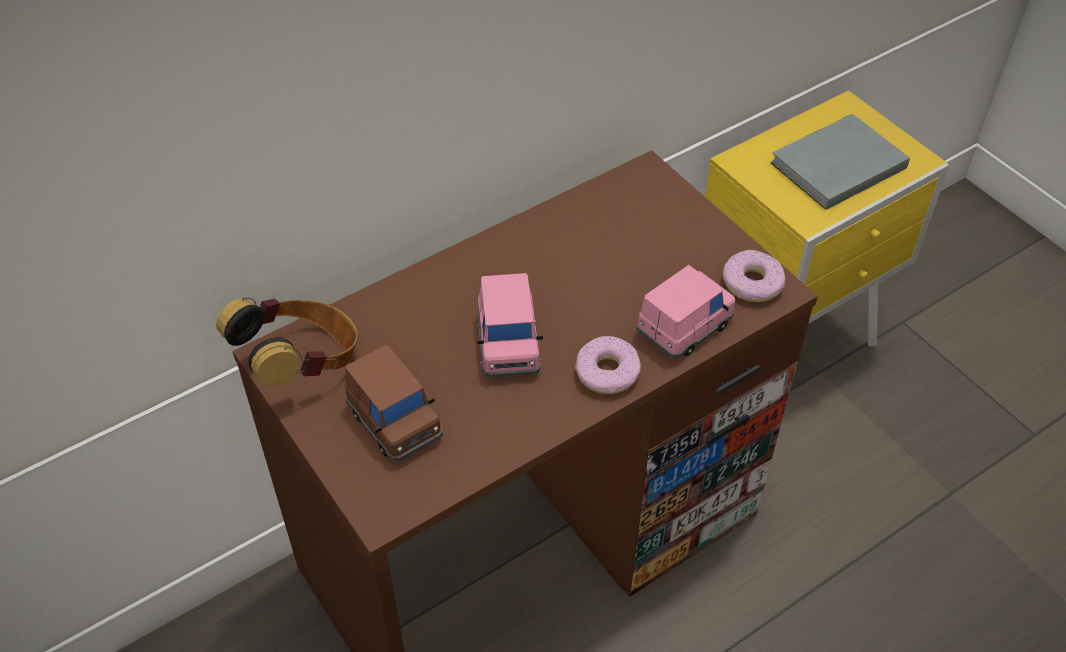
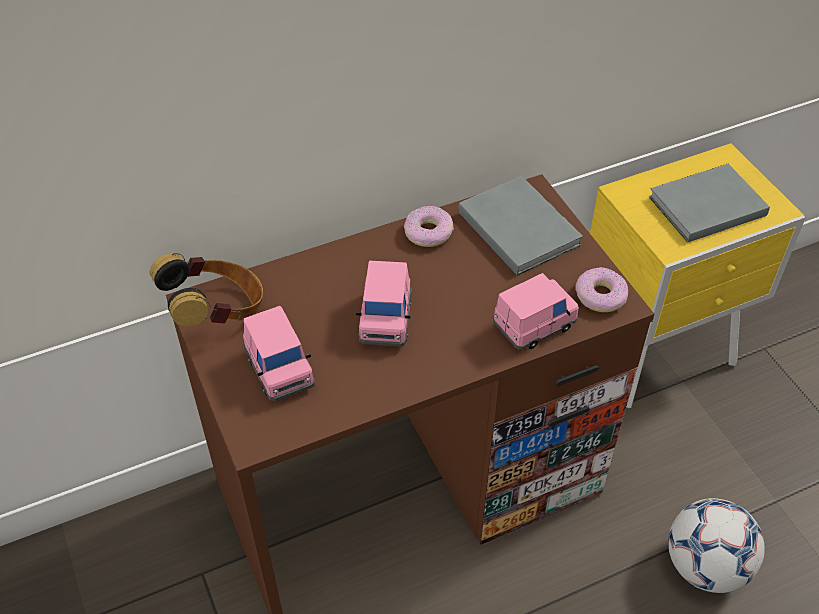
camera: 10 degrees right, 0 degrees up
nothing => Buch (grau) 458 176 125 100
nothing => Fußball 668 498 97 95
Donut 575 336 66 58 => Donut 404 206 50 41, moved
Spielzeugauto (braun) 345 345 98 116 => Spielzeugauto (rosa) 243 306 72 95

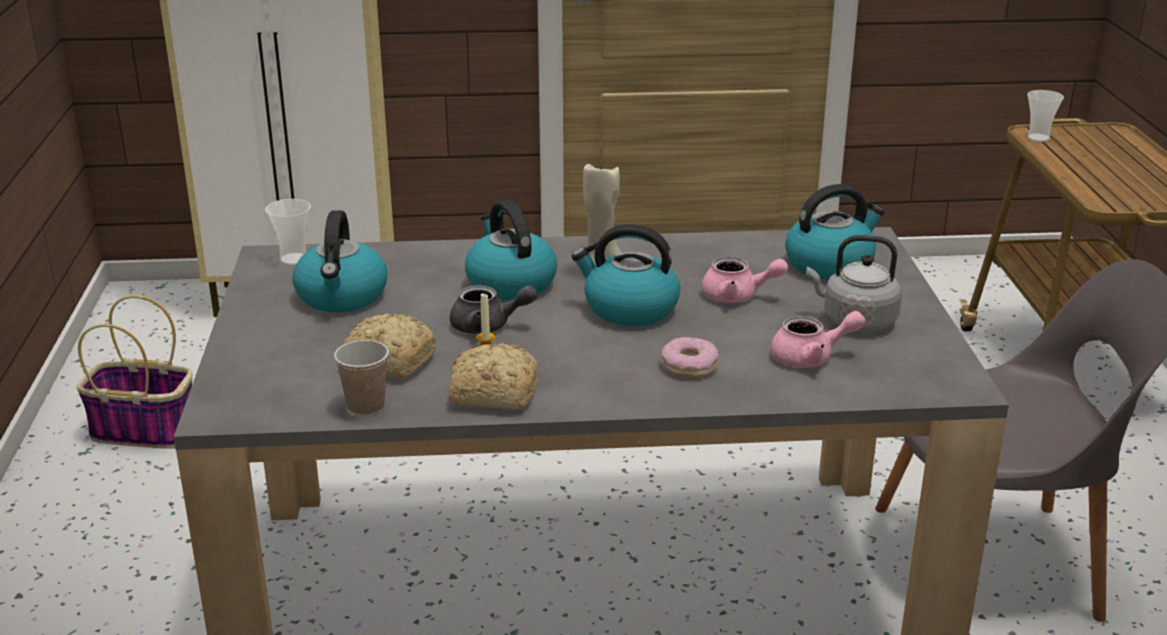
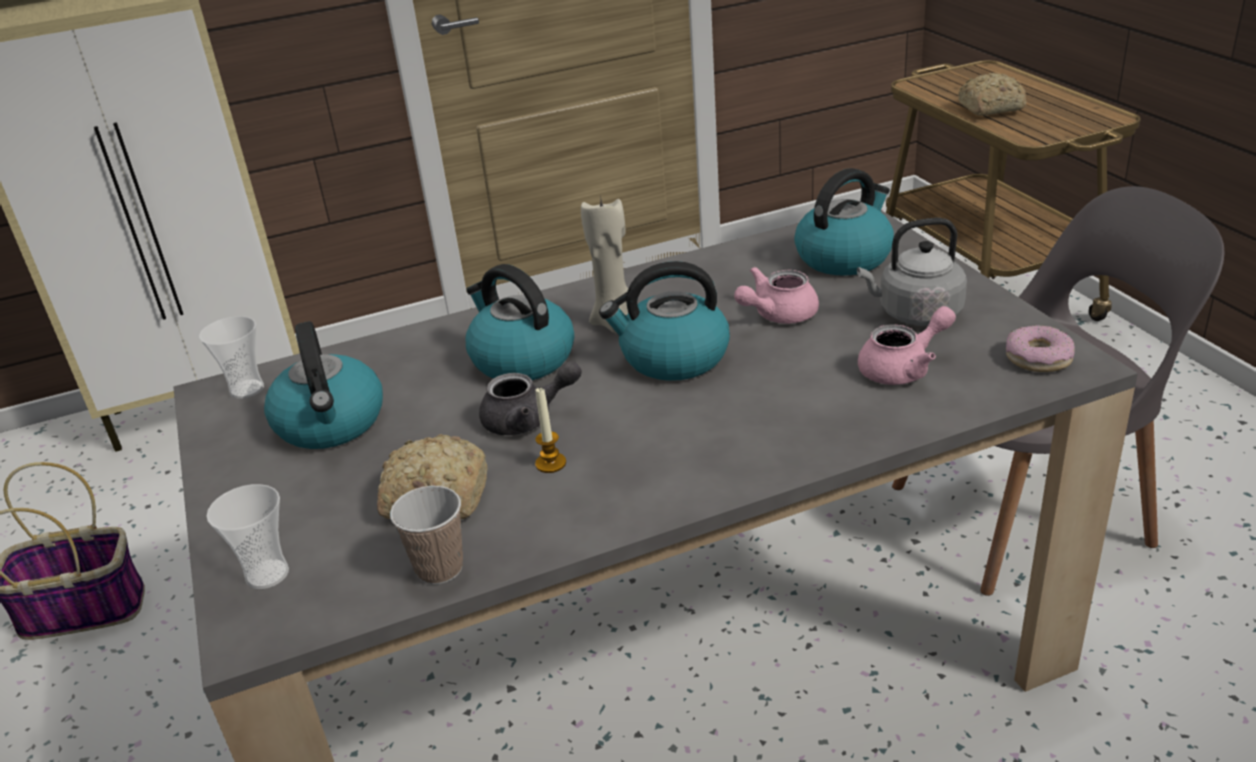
camera: 15 degrees left, 5 degrees up
Brot 449 343 89 67 => Brot 958 73 68 43, moved
Donut 661 337 58 41 => Donut 1006 325 69 47, moved
Tasse 1027 90 37 52 => Tasse 206 484 83 105, moved
Teekanne (rosa) 701 257 87 46 => Teekanne (rosa) 734 267 85 57, 150 degrees clockwise

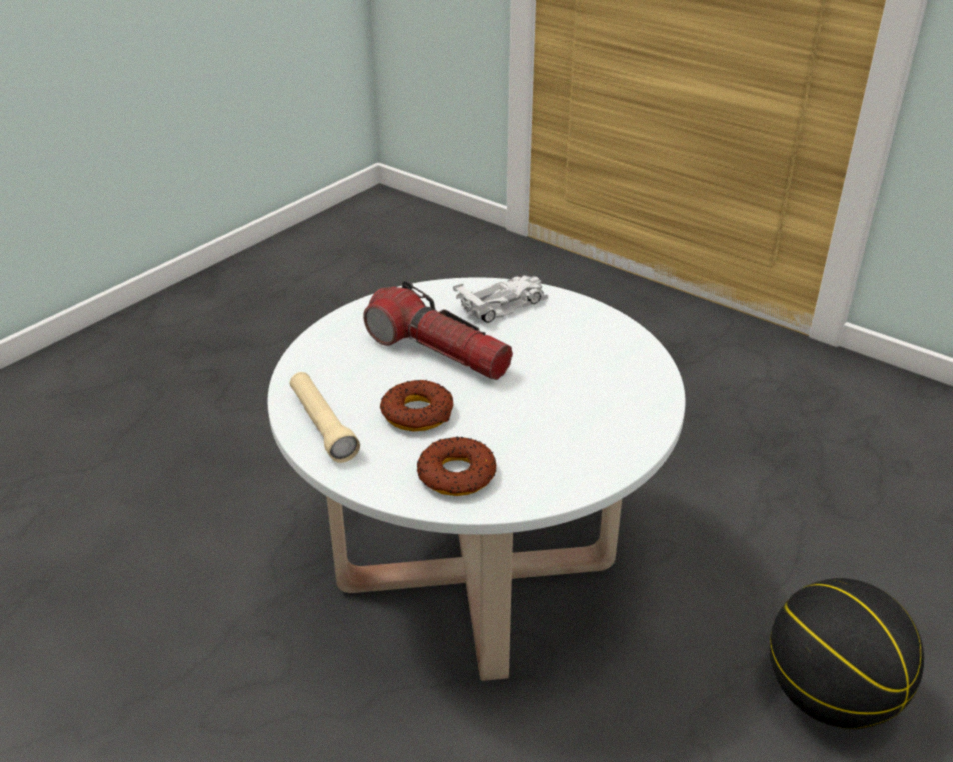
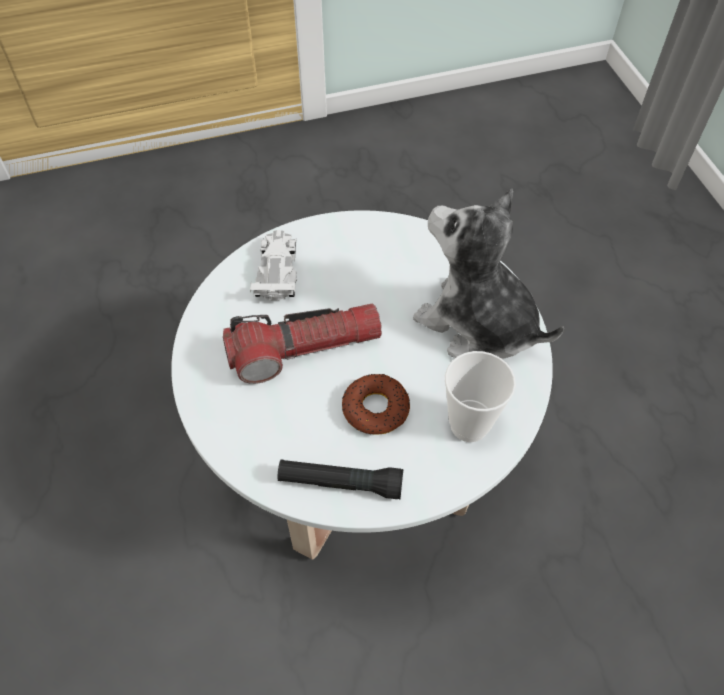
camera: 55 degrees left, 20 degrees up
Basketball 769 578 155 151 => nothing
nothing => Plüschtier 413 189 151 171
Donut 417 437 79 59 => Tasse 445 351 71 91
Taschenlampe (beige) 290 372 70 91 => Taschenlampe (schwarz) 278 460 125 39

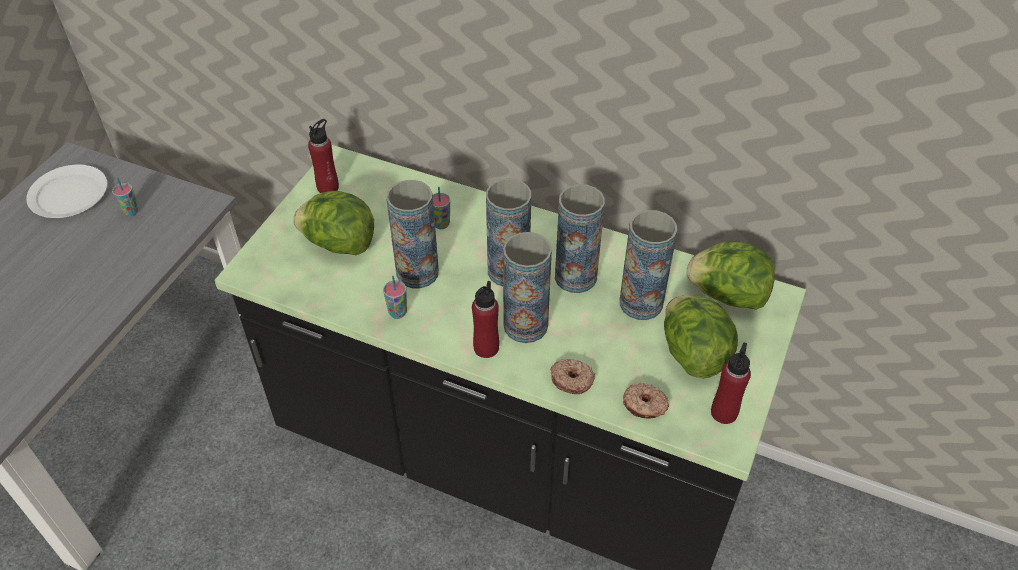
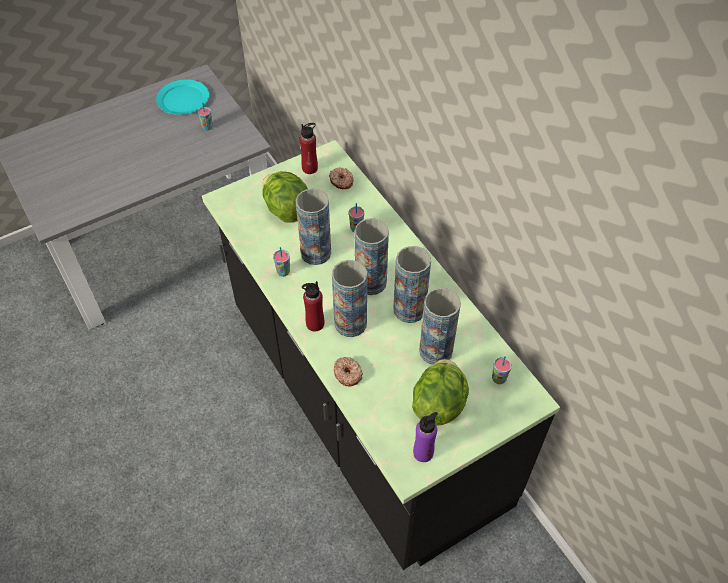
camera: 35 degrees right, 5 degrees up
Donut 623 383 46 36 => Donut 329 167 25 22, moved
Salatkopf 687 241 88 69 => Tasse 492 356 20 28
Teller (weiß) 26 165 81 53 => Teller (türkis) 156 79 53 36
Flasche (rot) 711 342 40 82 => Flasche (lila) 413 412 25 50

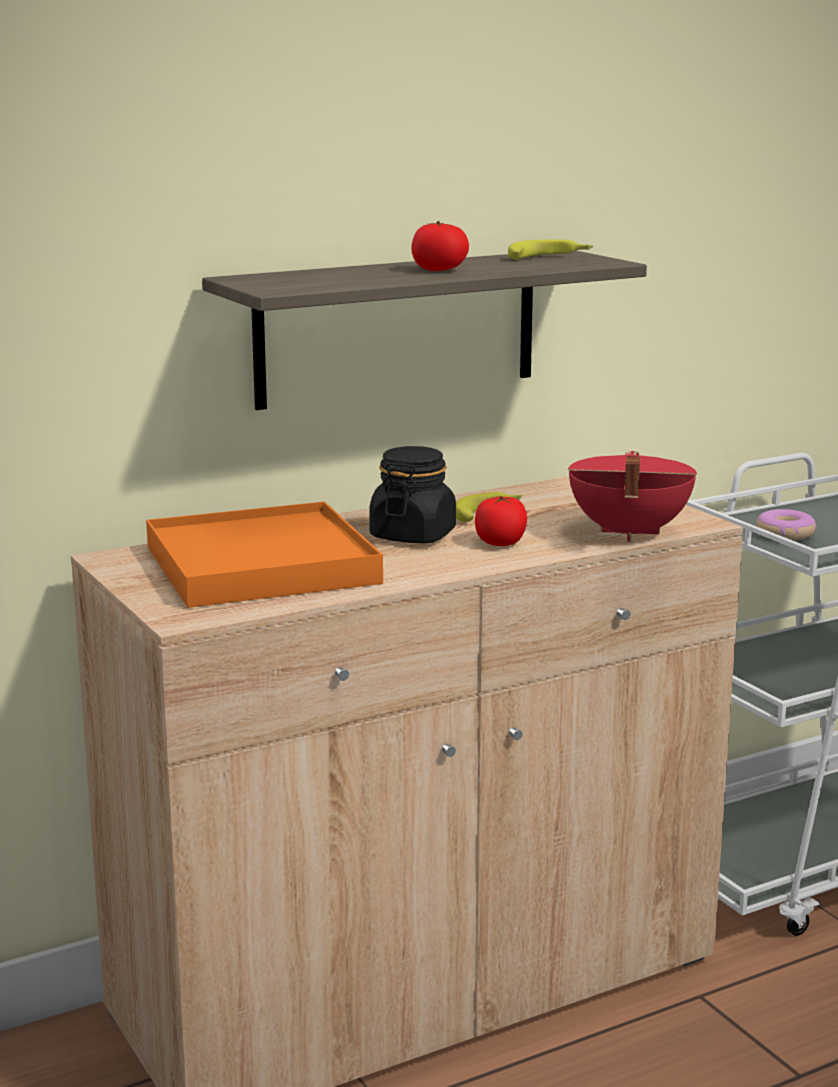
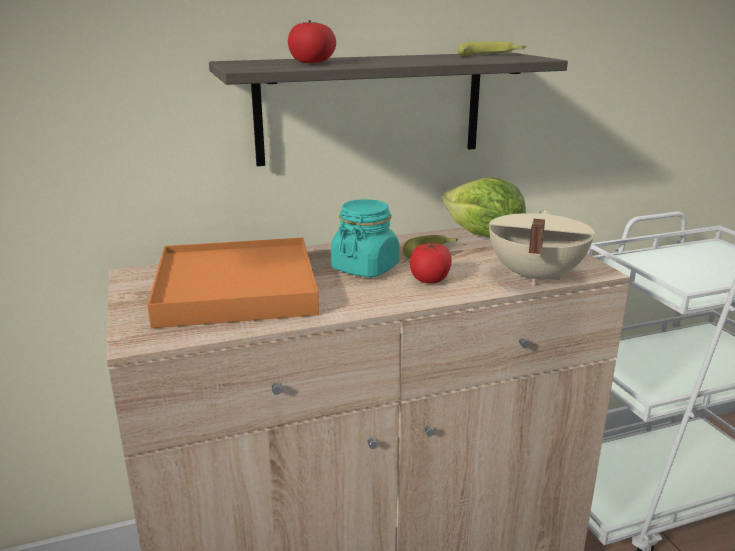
camera: 10 degrees right, 5 degrees up
Donut 756 509 60 32 => nothing
nothing => Salatkopf 442 177 84 61
Tomate 411 221 58 50 => Tomate 288 20 48 43, moved
Vorratsglas (schwarz) 369 446 87 97 => Vorratsglas (türkis) 331 199 68 78
Kochtopf (rot) 568 451 129 91 => Kochtopf (beige) 489 210 106 76

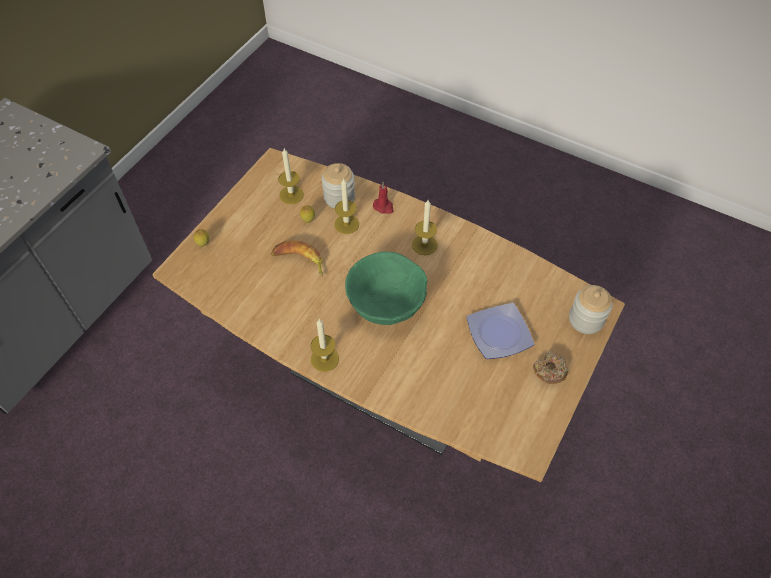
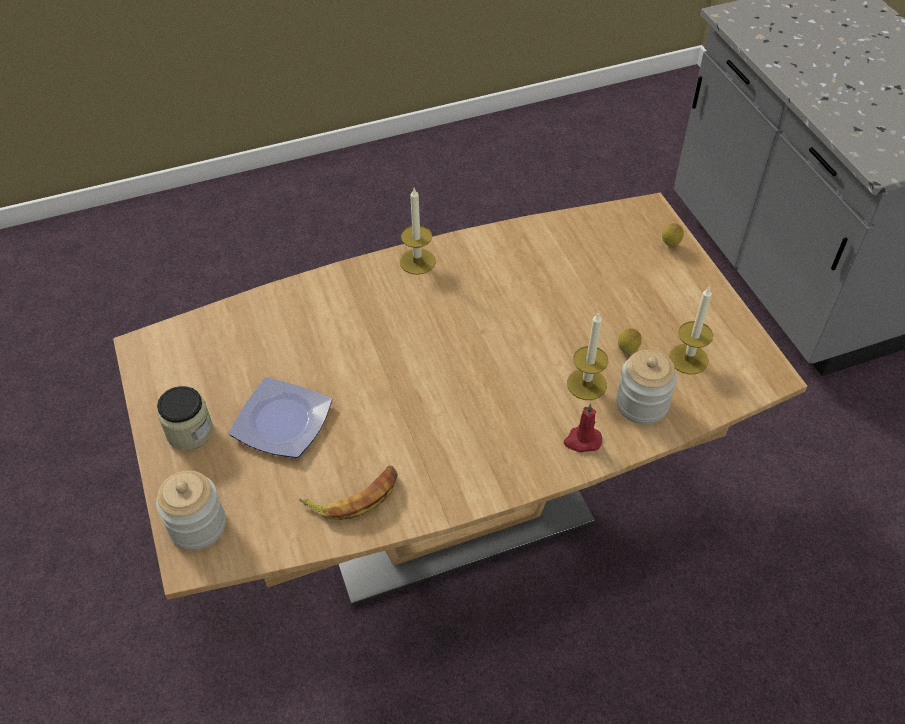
camera: 130 degrees right, 5 degrees down
Schüssel (grün) 345 252 82 73 => nothing
Kerze 412 200 26 55 => nothing
Banane 271 240 52 36 => Banane 299 465 99 55, moved
Donut 533 352 35 32 => Vorratsglas 157 386 56 64

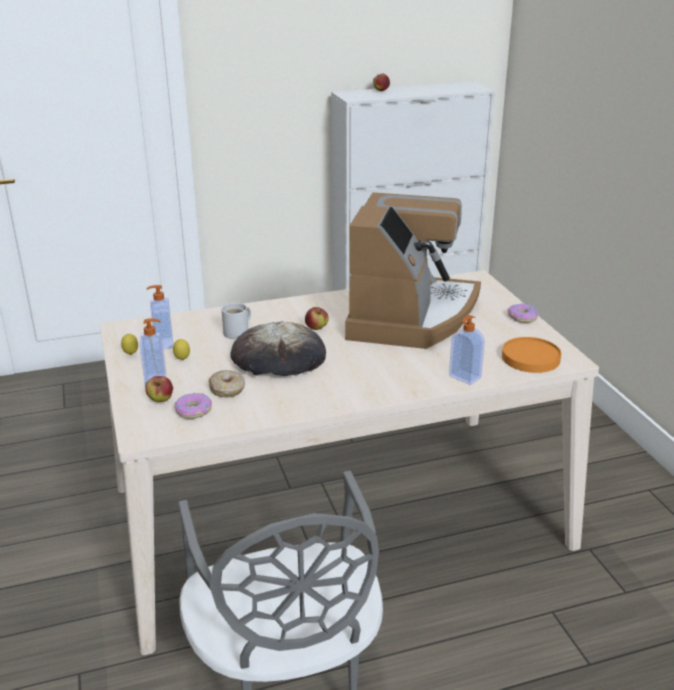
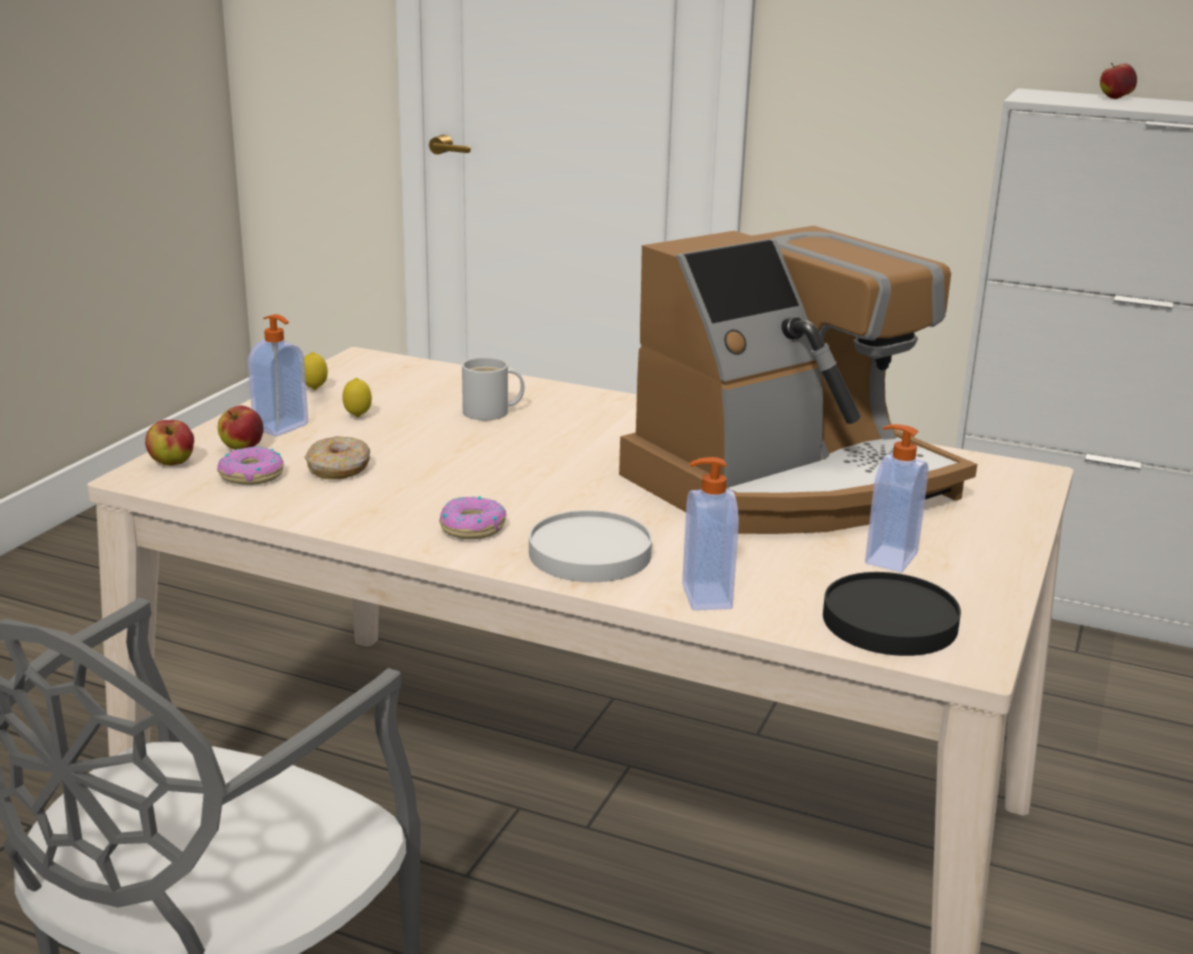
camera: 40 degrees right, 5 degrees down
Brot 230 321 96 55 => nothing
nothing => Teller (weiß) 529 510 123 72
Seifenspender 146 285 27 64 => Seifenspender 865 424 64 148, moved
Apfel 305 307 24 23 => Apfel 145 420 49 46, moved
Donut 507 304 31 19 => Donut 439 496 67 43, moved
Teller (orange) 502 337 59 36 => Teller (schwarz) 823 572 138 84

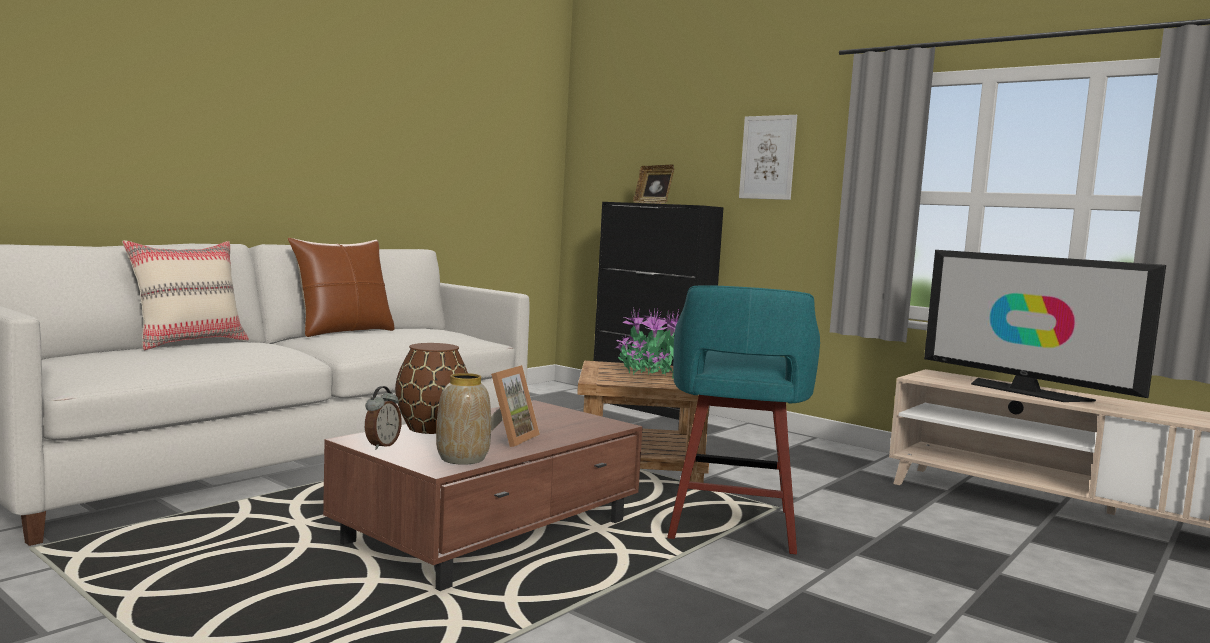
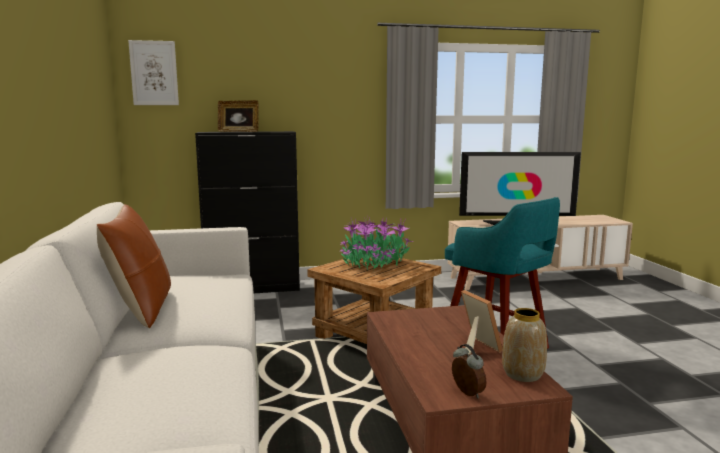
camera: 50 degrees left, 5 degrees up
Kissen (beige) 122 240 127 110 => nothing
Vase (braun) 395 343 73 91 => nothing
Bild 739 115 58 85 => Bild 128 40 51 65, moved

